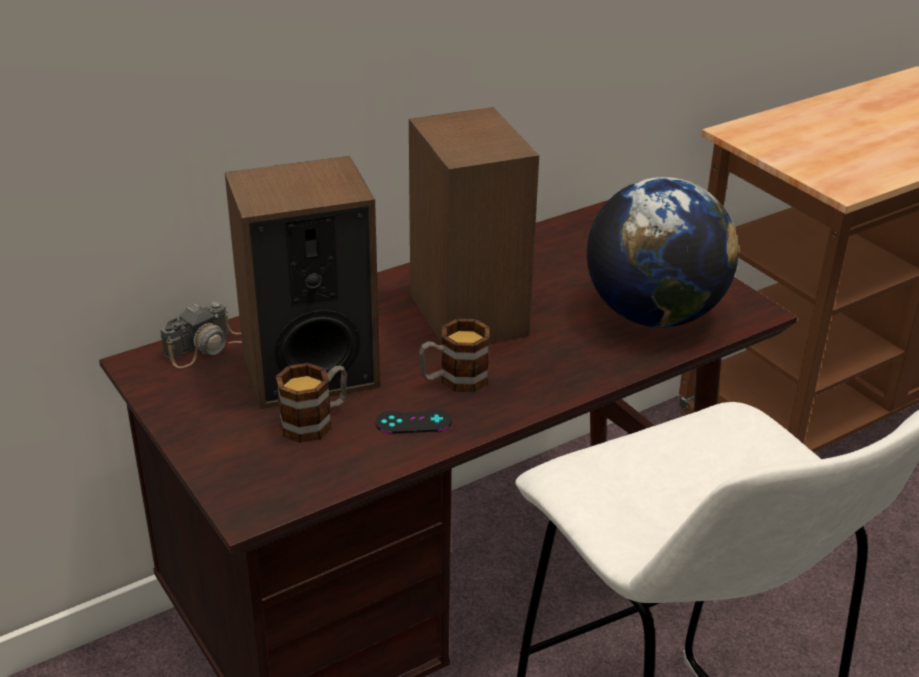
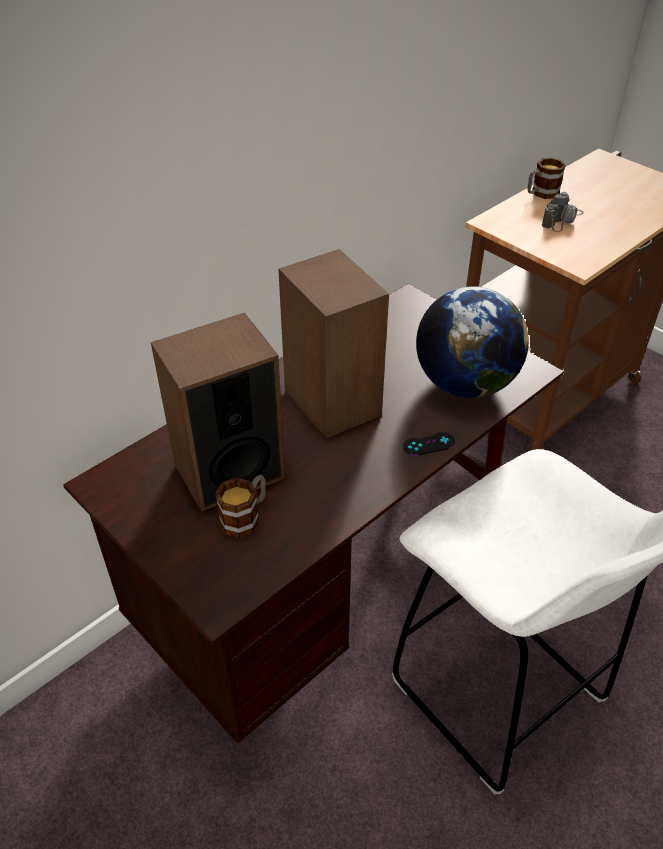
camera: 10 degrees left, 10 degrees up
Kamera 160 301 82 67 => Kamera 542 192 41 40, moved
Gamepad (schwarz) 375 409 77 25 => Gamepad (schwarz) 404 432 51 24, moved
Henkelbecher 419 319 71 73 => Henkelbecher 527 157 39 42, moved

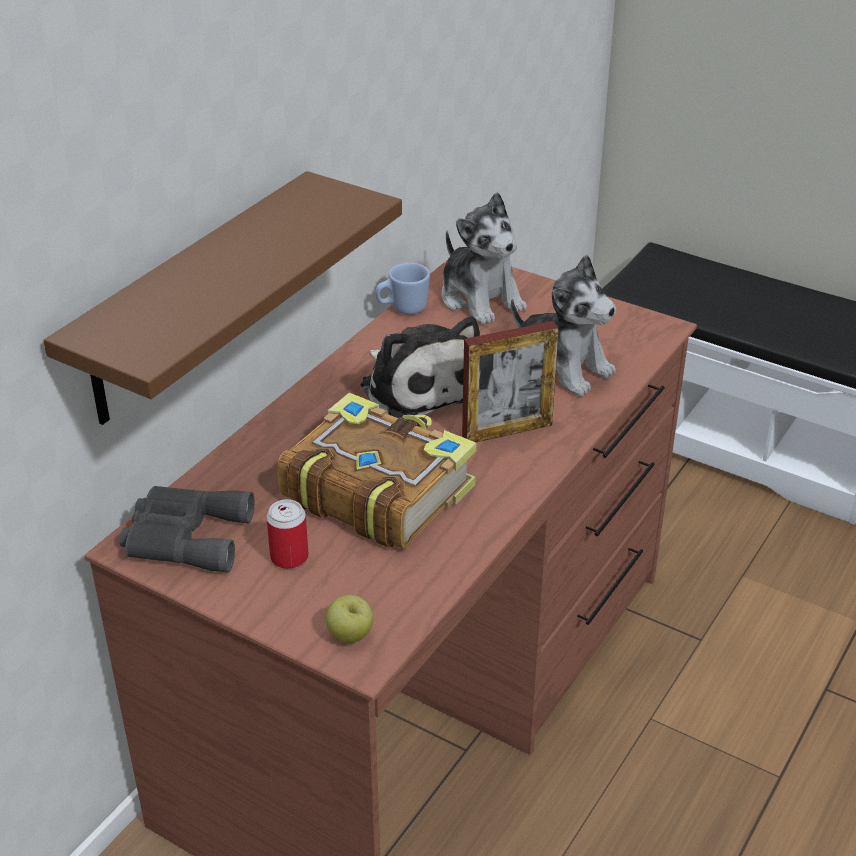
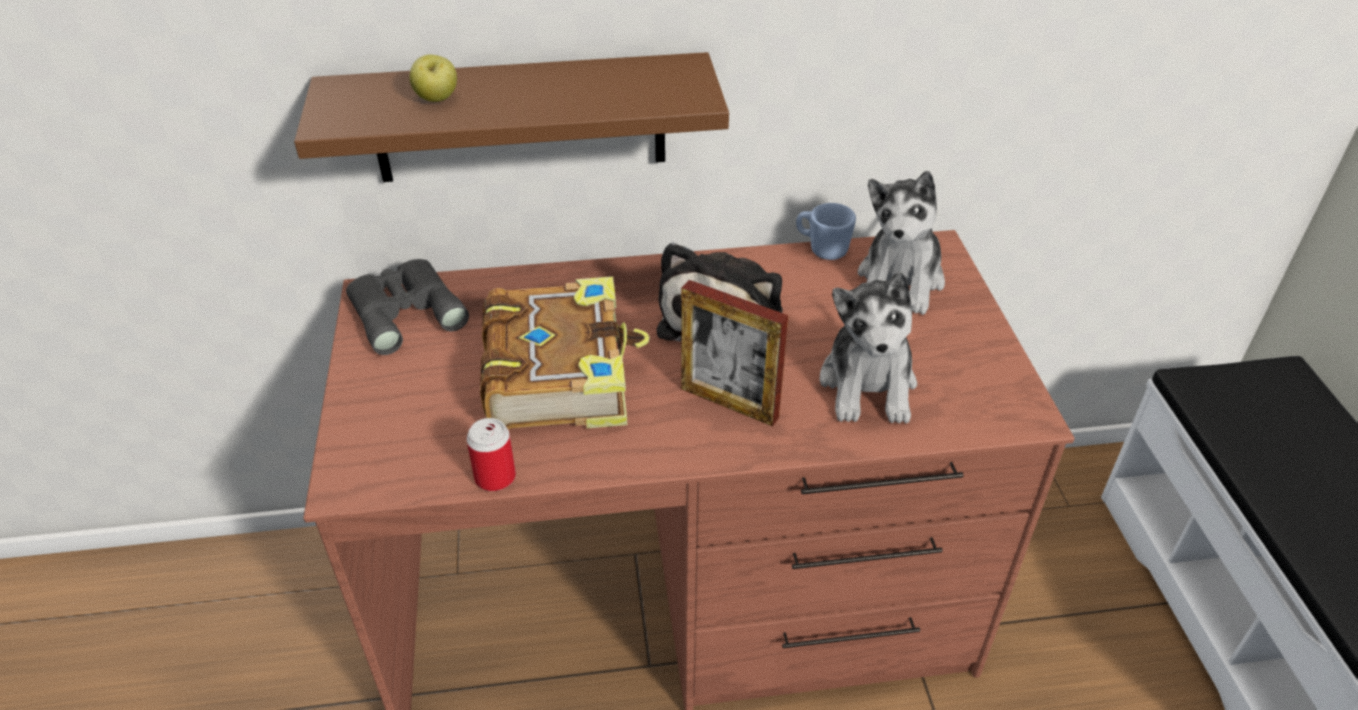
camera: 50 degrees right, 5 degrees up
Dose 266 499 43 70 => Dose 466 418 50 73, moved
Apfel 326 595 48 48 => Apfel 409 55 48 47, moved

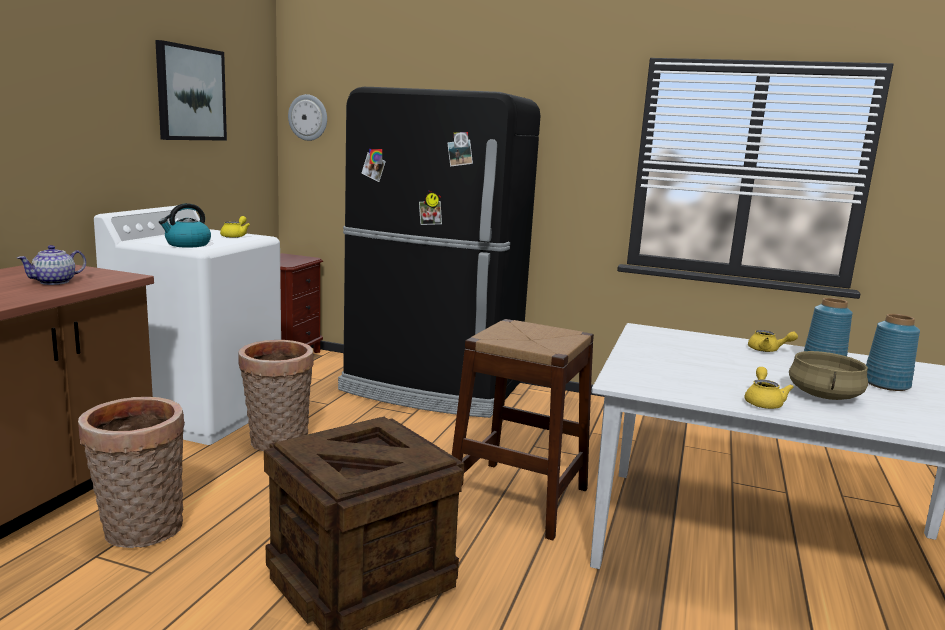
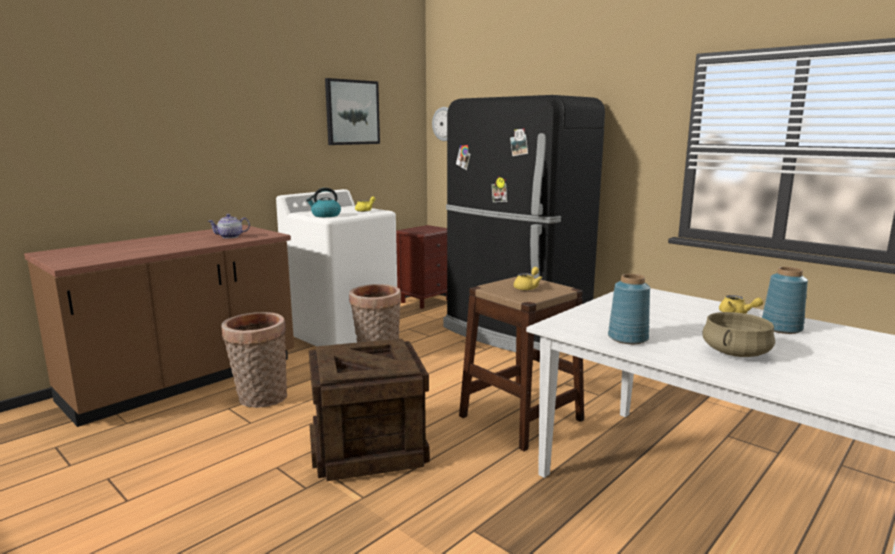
camera: 25 degrees right, 0 degrees up
Teekanne (gelb) 745 367 49 42 => Teekanne (gelb) 514 267 28 23, moved
Vase (blau) 866 314 54 77 => Vase (blau) 608 274 42 70, moved

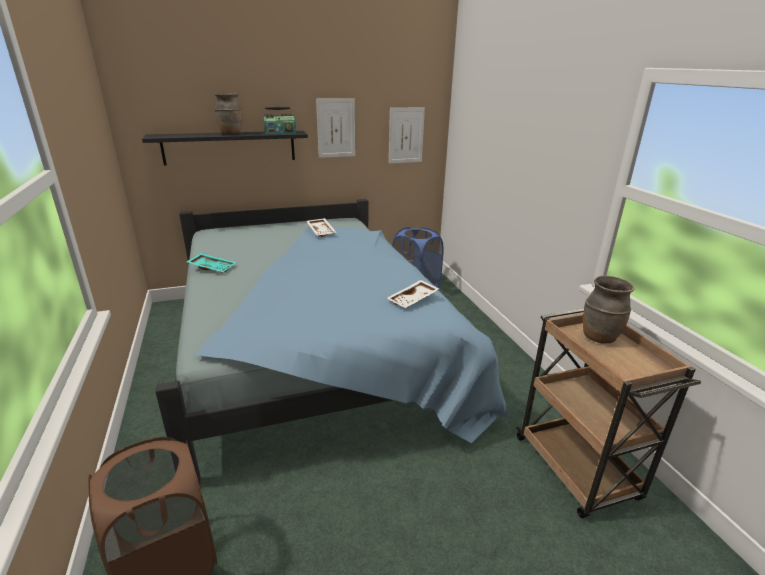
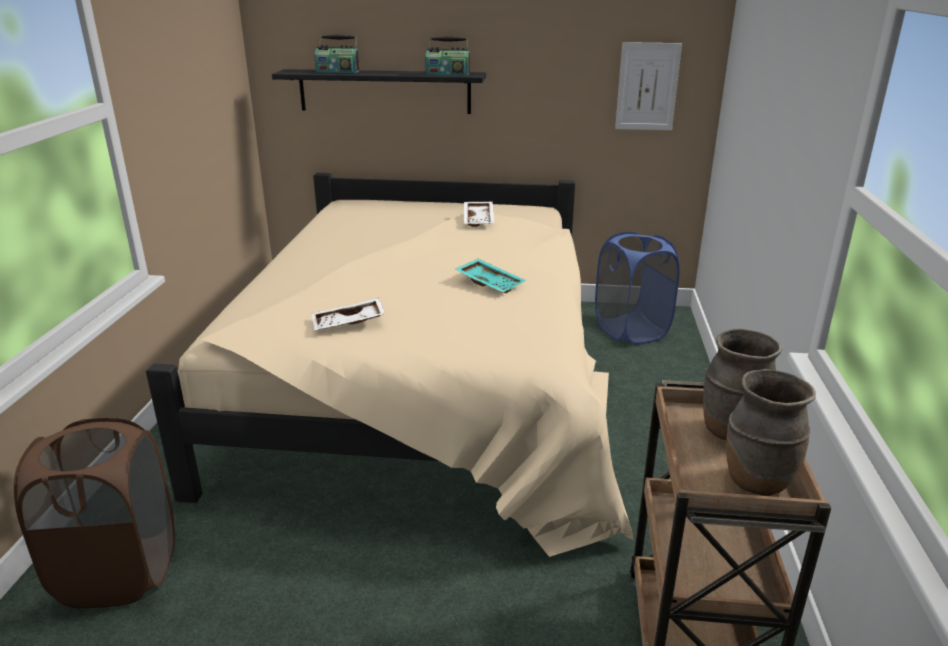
camera: 25 degrees right, 0 degrees up
Bild 316 98 39 60 => nothing
nothing => Radio 314 35 45 38
Tablett (türkis) 187 253 49 20 => Tablett (türkis) 456 258 70 35, moved
Vase (braun) 215 93 27 42 => Vase (braun) 726 369 90 127, moved
Tablett (weiß) 387 280 52 28 => Tablett (weiß) 311 298 74 32, moved
Bett (blau) 156 199 353 286 => Bett (beige) 146 173 487 384

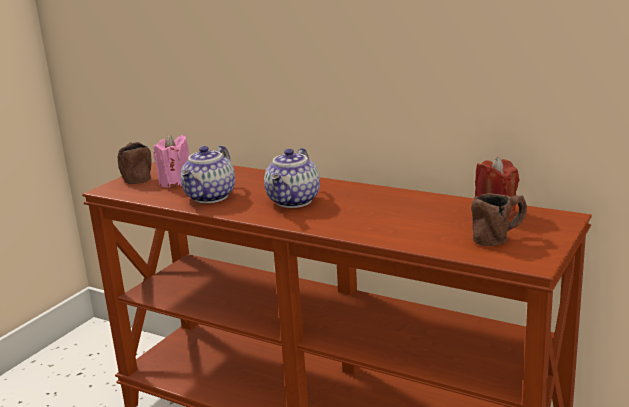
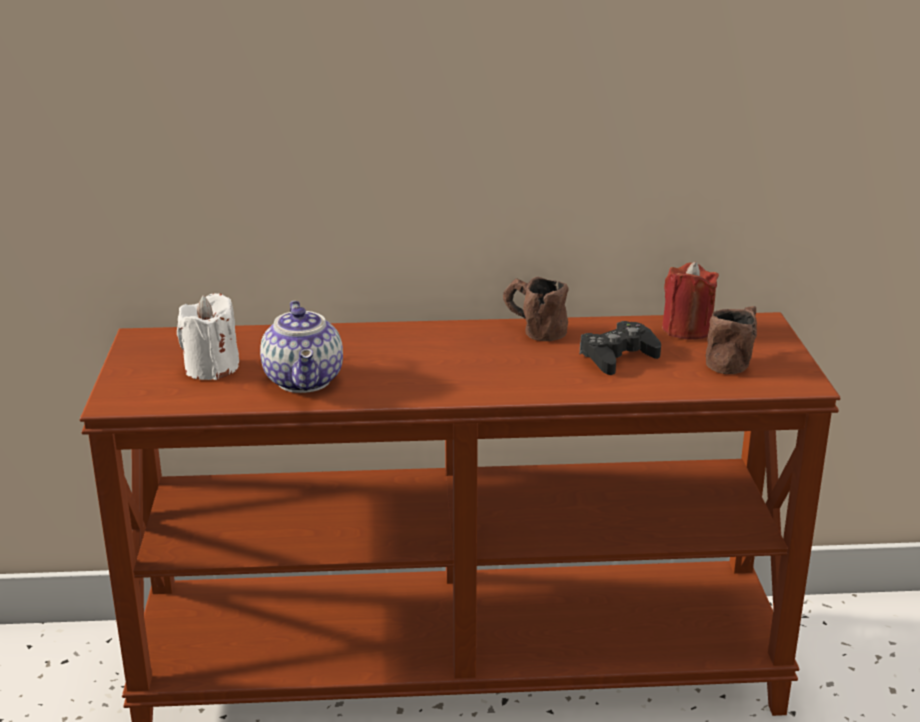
camera: 35 degrees left, 5 degrees up
Teekanne 264 148 56 60 => nothing
nothing => Gamepad (schwarz) 580 321 81 54
Henkelbecher (braun) 118 142 34 42 => Henkelbecher (braun) 503 277 66 64, moved
Kerze (rosa) 154 134 36 54 => Kerze (weiß) 177 293 62 87

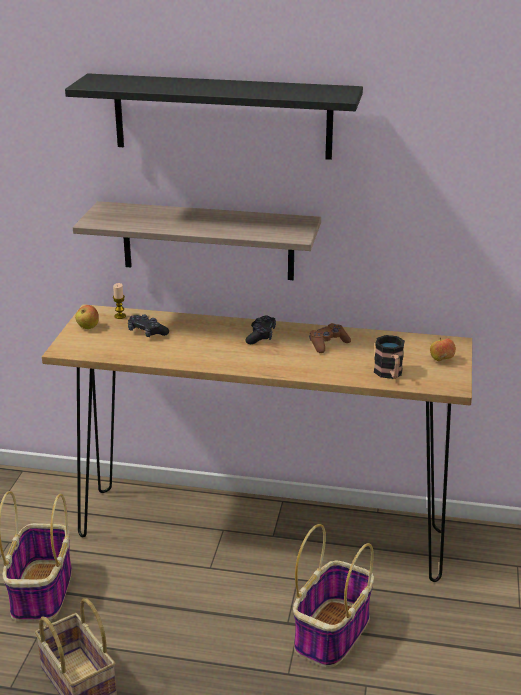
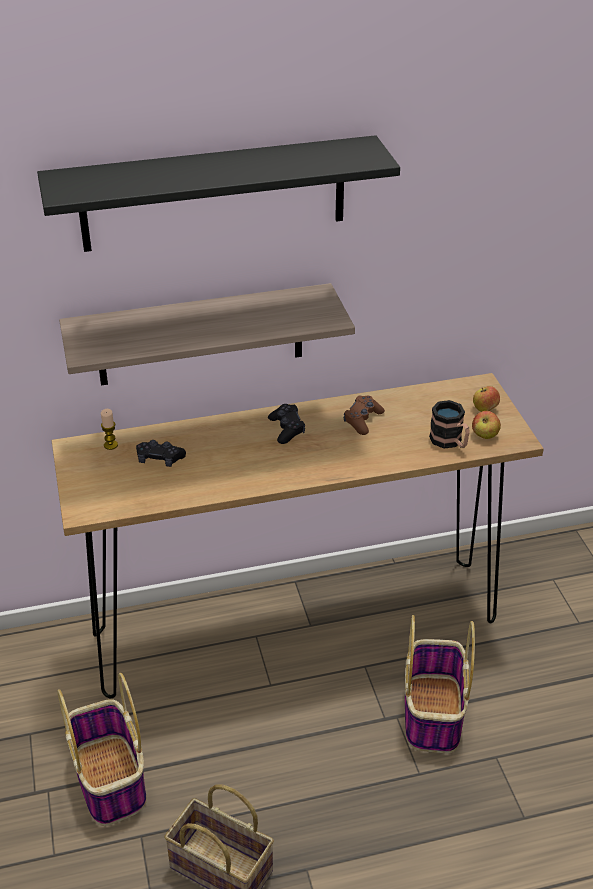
camera: 25 degrees left, 10 degrees up
Apfel 75 305 24 24 => Apfel 472 411 29 28, moved

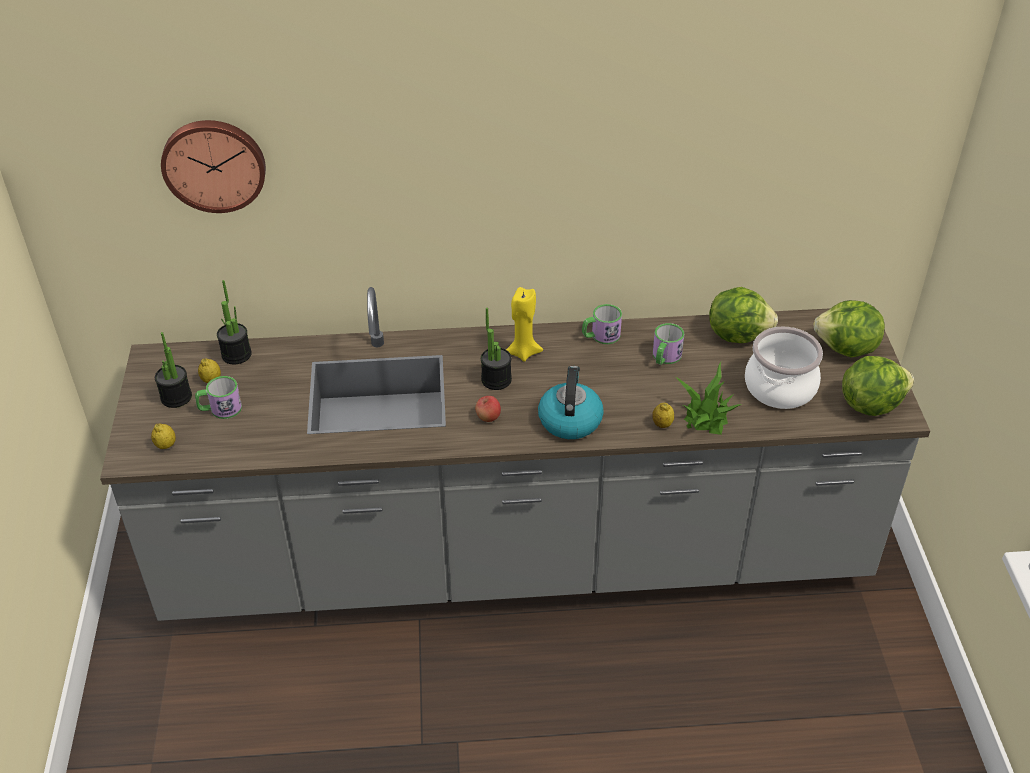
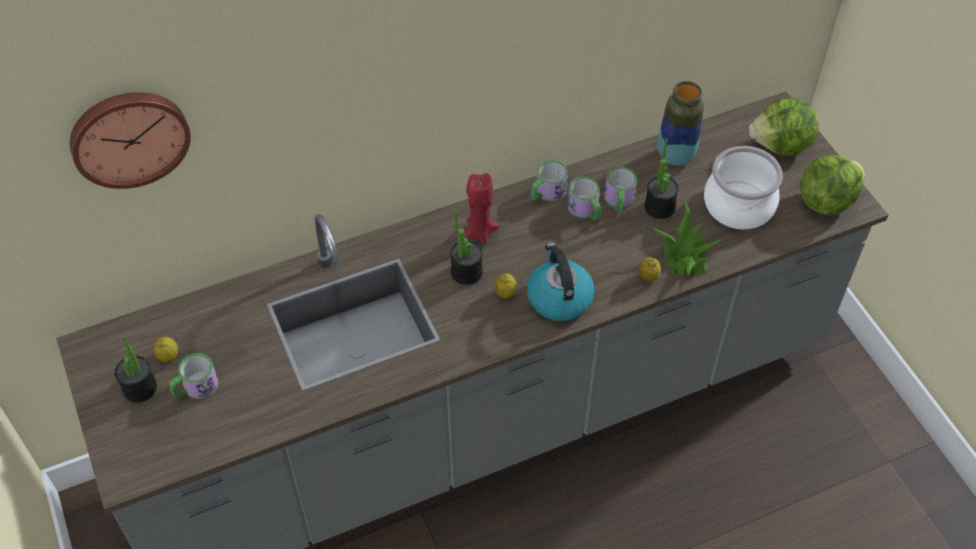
camera: 20 degrees left, 10 degrees up
Apfel 475 396 26 26 => nothing
nothing => Henkelbecher 568 176 33 44
Zitrone 151 423 25 26 => Zitrone 494 273 23 25, moved
Topfpflanze 217 280 35 84 => Topfpflanze 644 139 35 80, moved
Salatkopf 709 287 69 56 => Vase 658 81 46 85
Kerze (gelb) 506 287 37 75 => Kerze (rot) 464 173 35 71

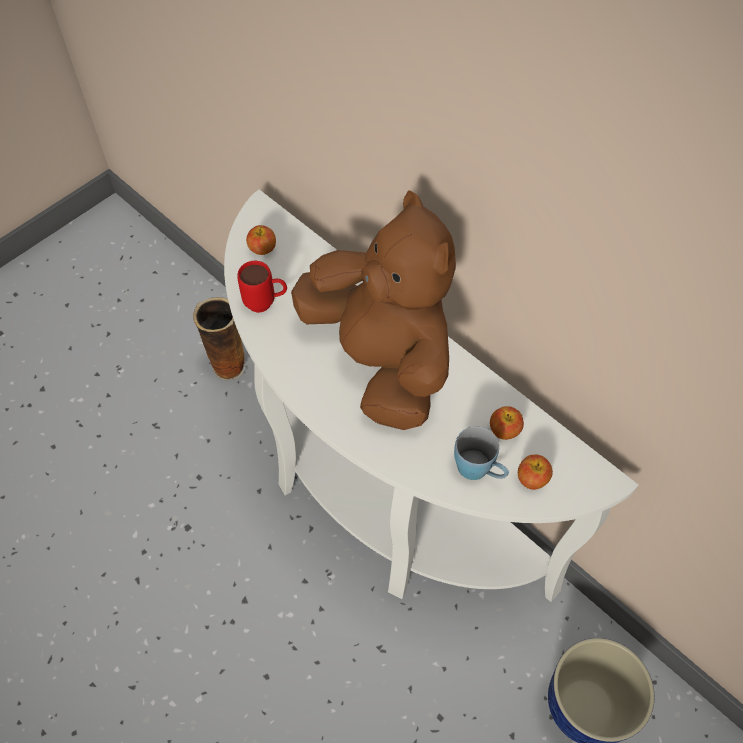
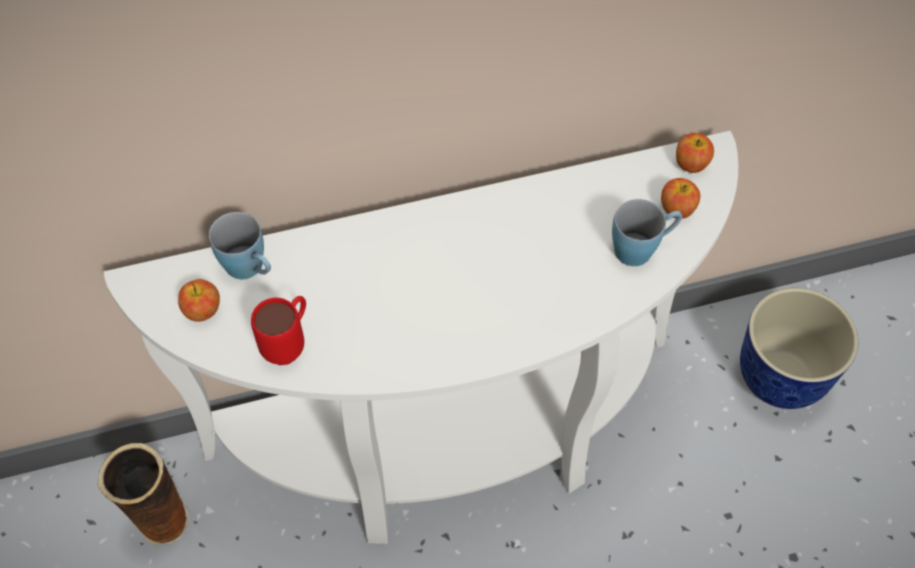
camera: 60 degrees left, 0 degrees up
Plüschtier (braun) 291 190 165 240 => nothing
nothing => Henkelbecher (blau) 209 212 62 67
Apfel 490 406 34 34 => Apfel 676 133 38 40, moved

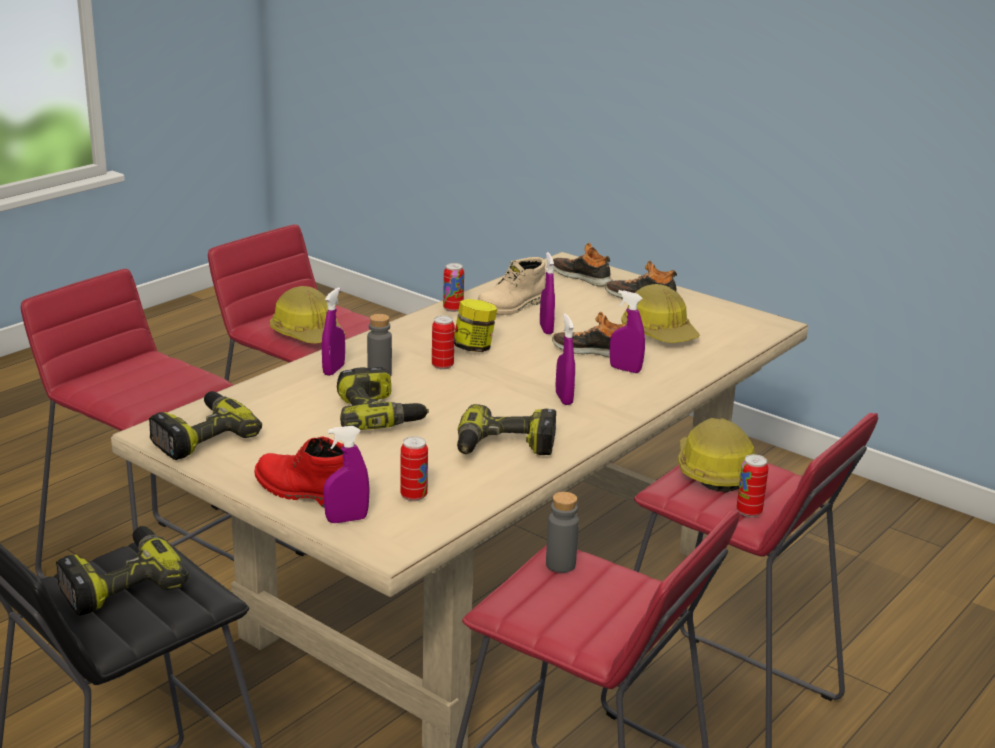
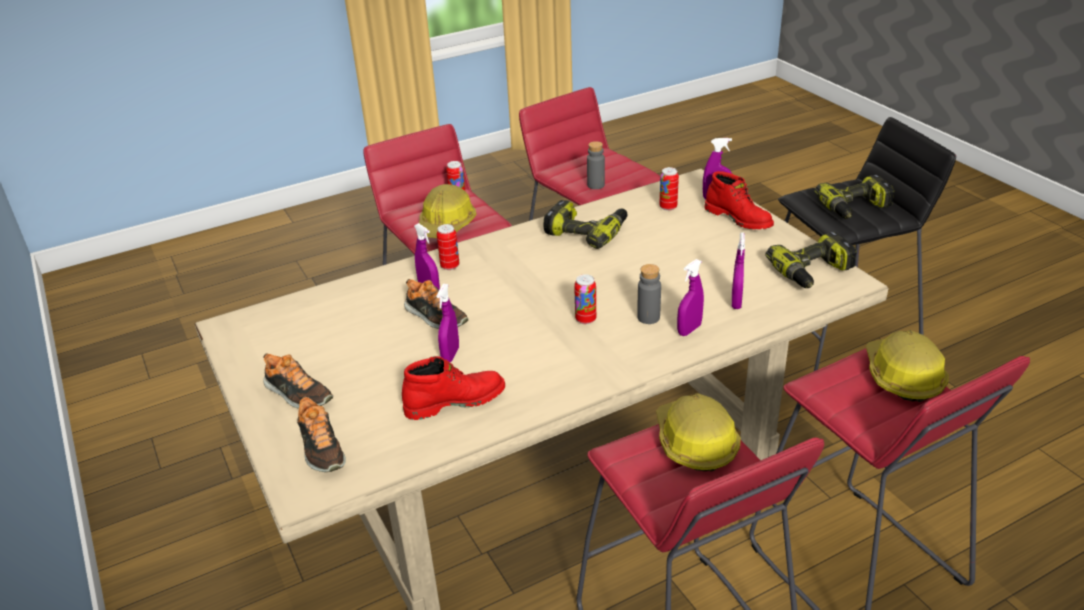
camera: 155 degrees left, 10 degrees up
Bohrmaschine 337 367 92 63 => nothing
Vorratsglas 454 299 43 53 => nothing
Dose 443 263 21 49 => Dose 437 224 22 46, moved
Sprühflasche (lila) 556 314 19 91 => Sprühflasche (lila) 732 233 13 76, moved
Schutzhelm 621 284 79 59 => Schutzhelm 866 330 83 72, moved
Stiefel (beige) 478 257 68 58 => Stiefel (rot) 402 356 103 64

